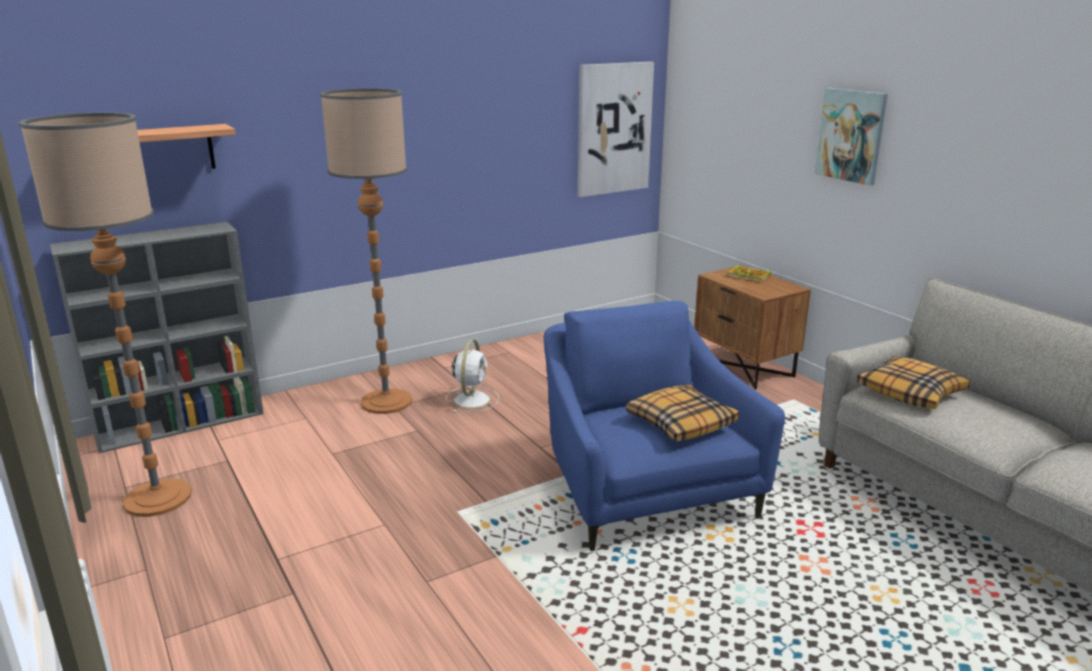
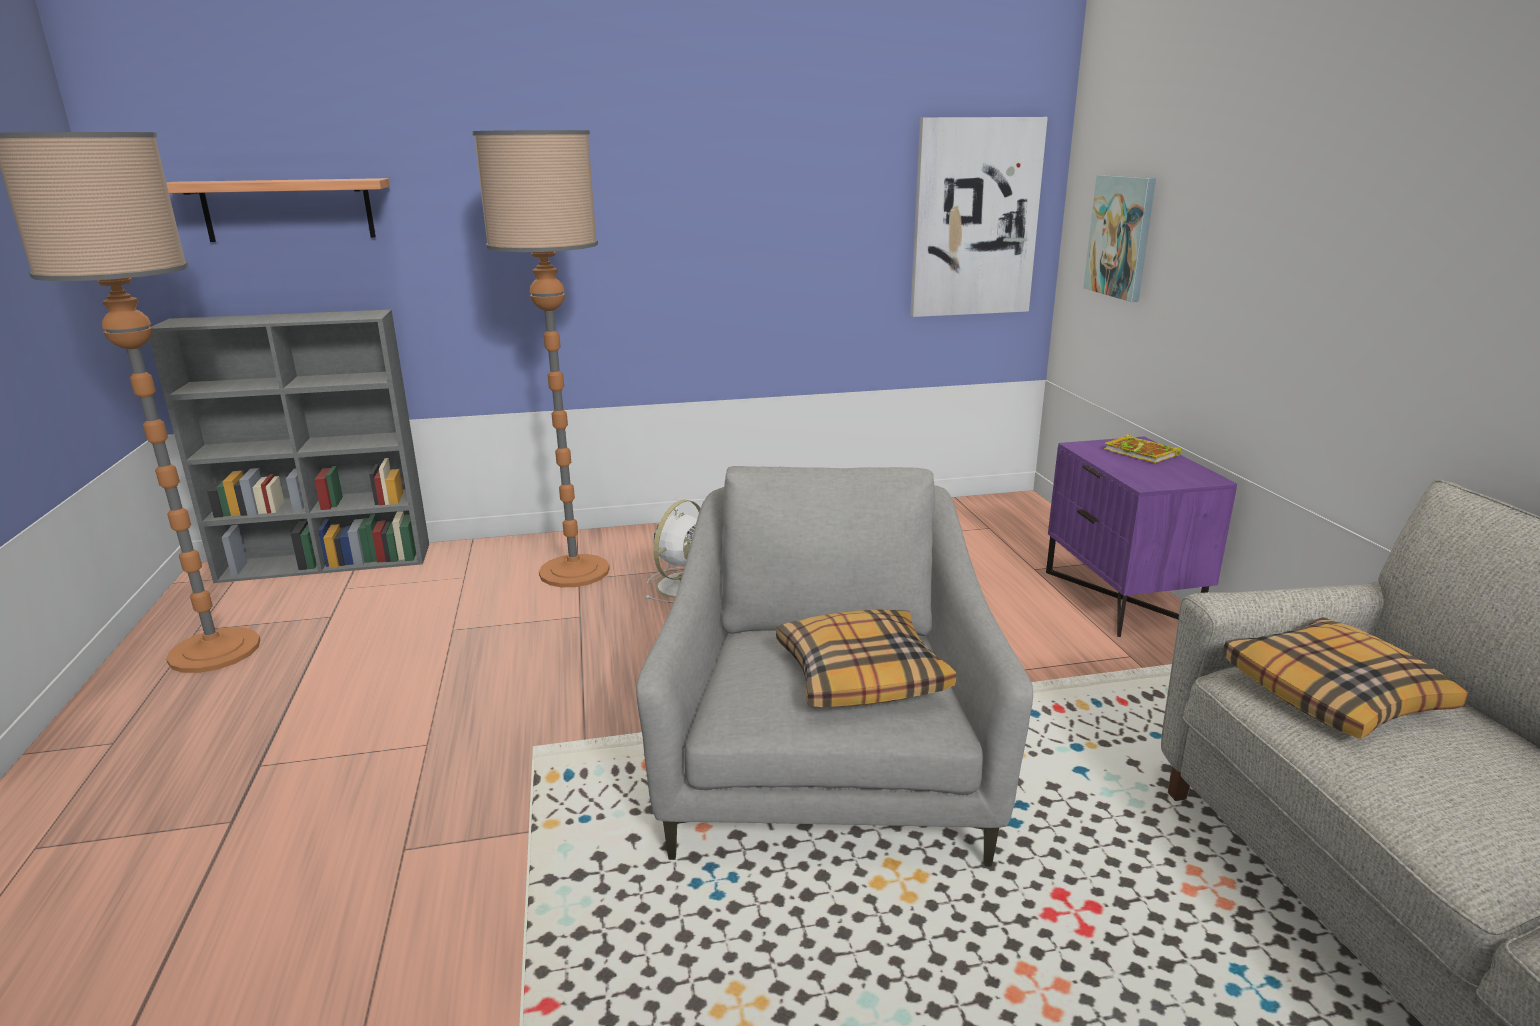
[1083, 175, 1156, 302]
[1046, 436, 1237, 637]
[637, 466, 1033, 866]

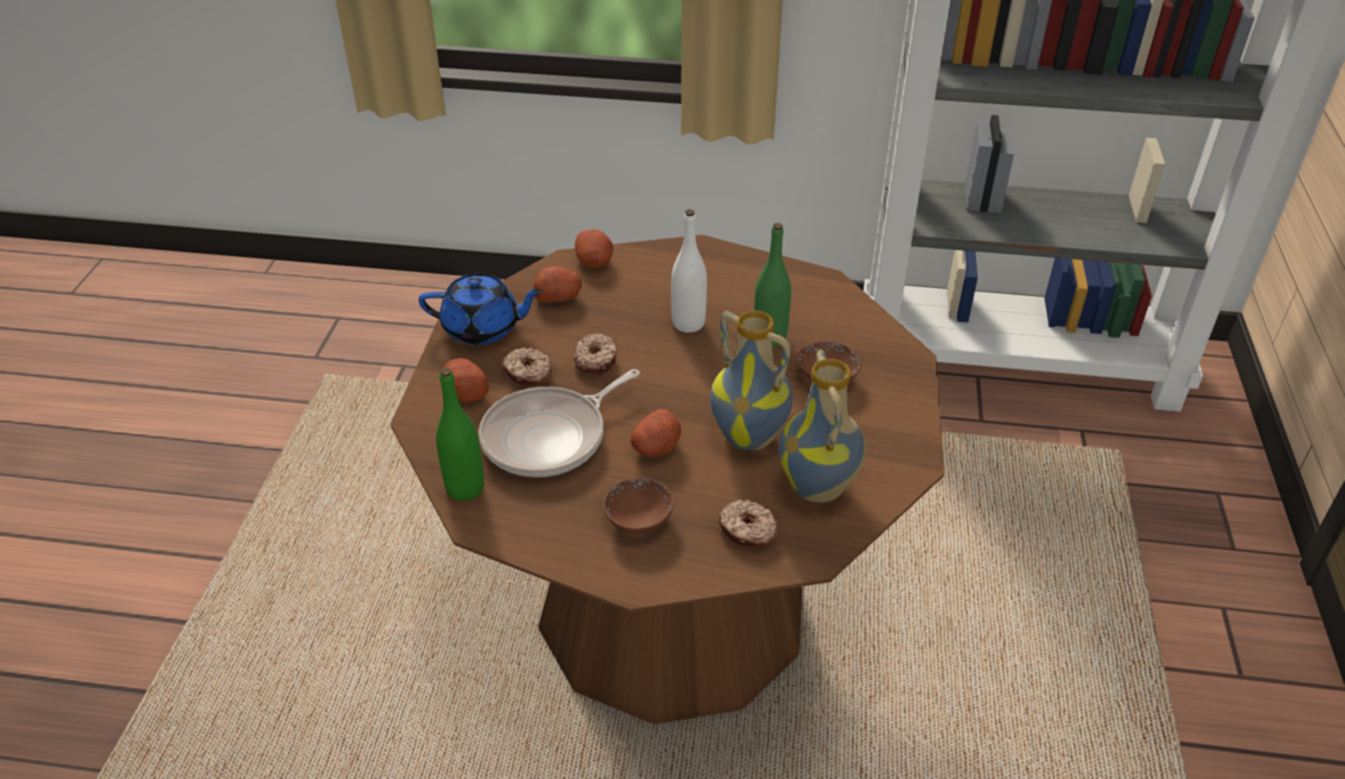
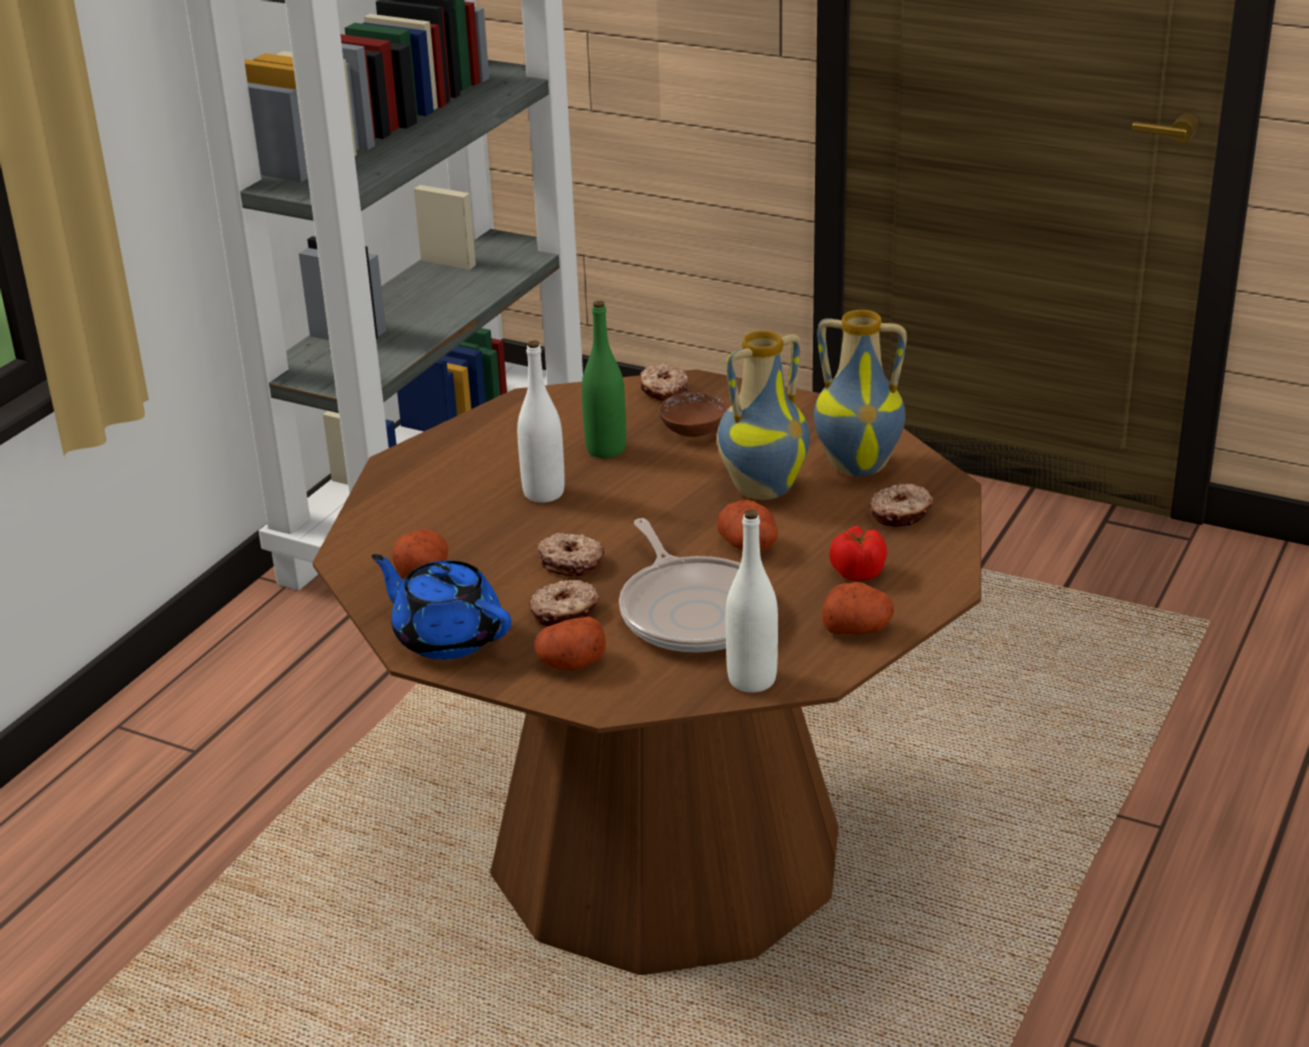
[822, 582, 894, 635]
[372, 554, 511, 660]
[726, 509, 778, 693]
[829, 525, 887, 581]
[640, 363, 689, 401]

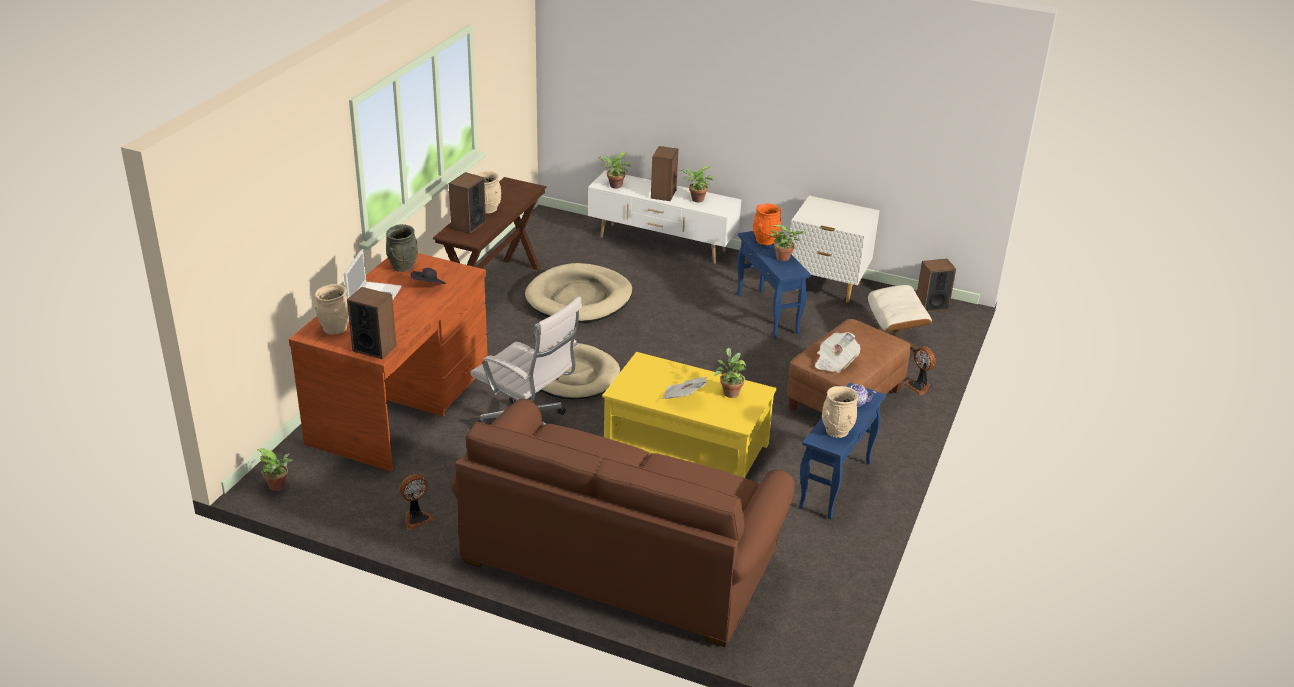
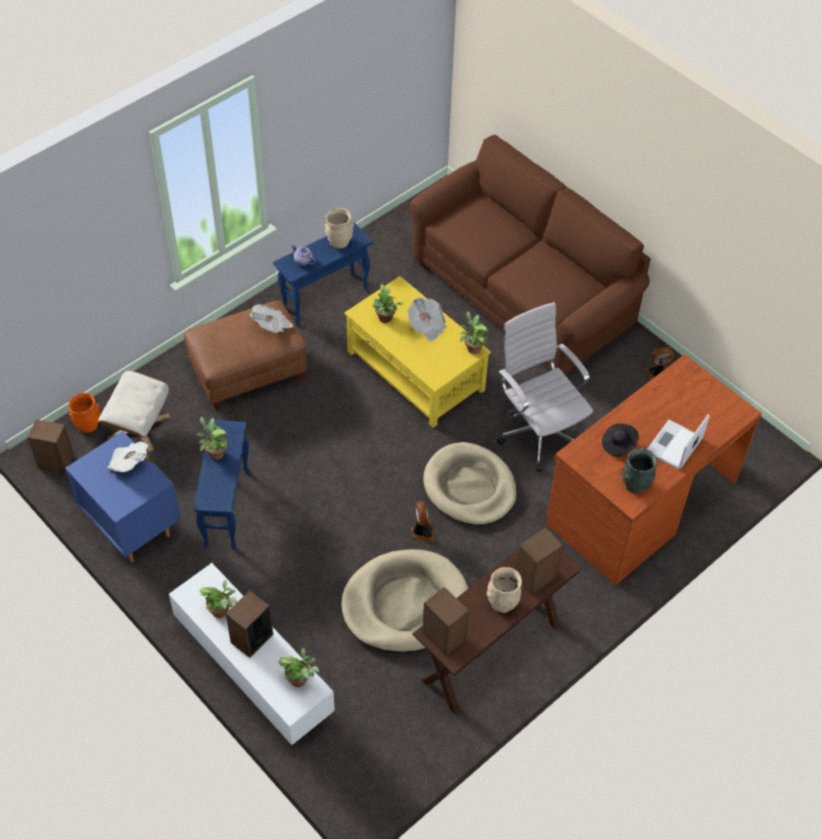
[65, 431, 181, 563]
[68, 393, 100, 433]
[315, 284, 349, 335] (first image)
[422, 587, 469, 656]
[411, 501, 435, 542]
[460, 311, 488, 354]
[107, 441, 148, 472]

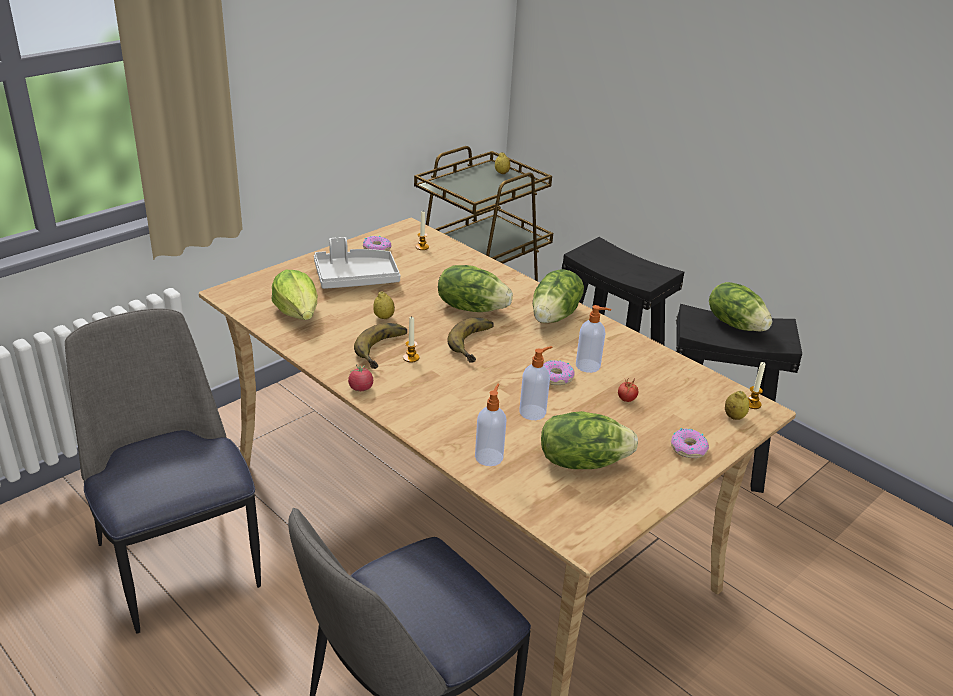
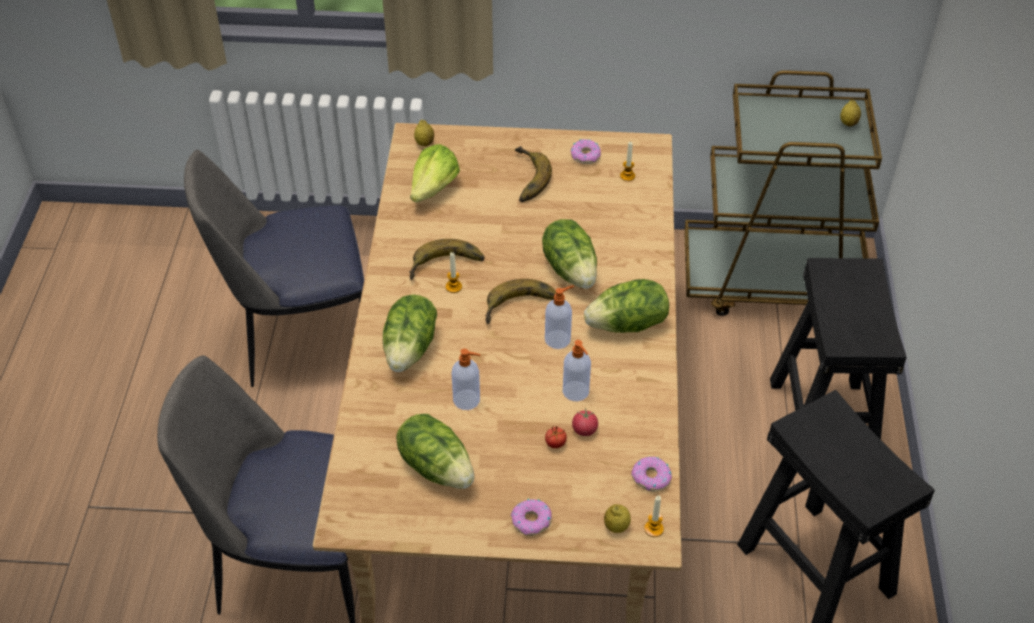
[515, 146, 552, 202]
[383, 294, 437, 372]
[414, 120, 434, 146]
[184, 150, 364, 387]
[631, 457, 672, 492]
[572, 408, 598, 436]
[545, 286, 574, 349]

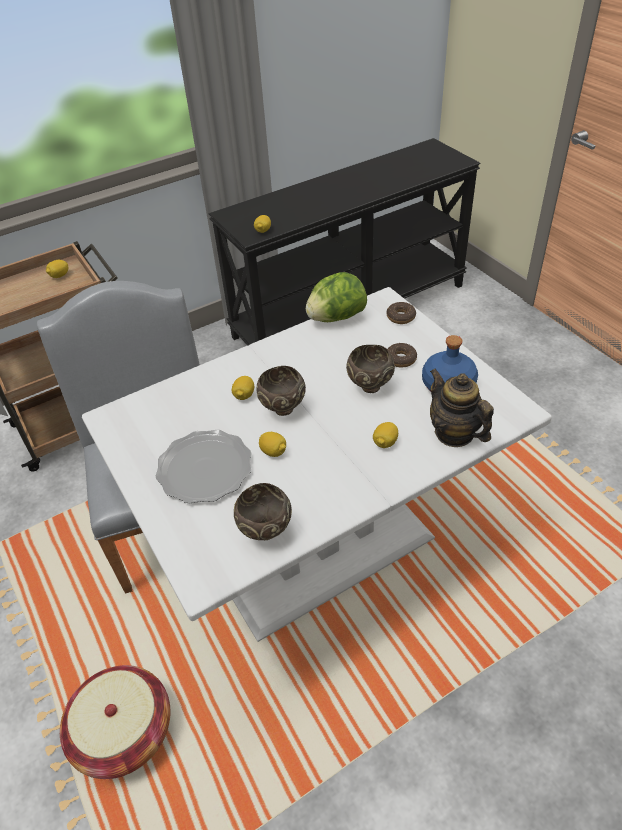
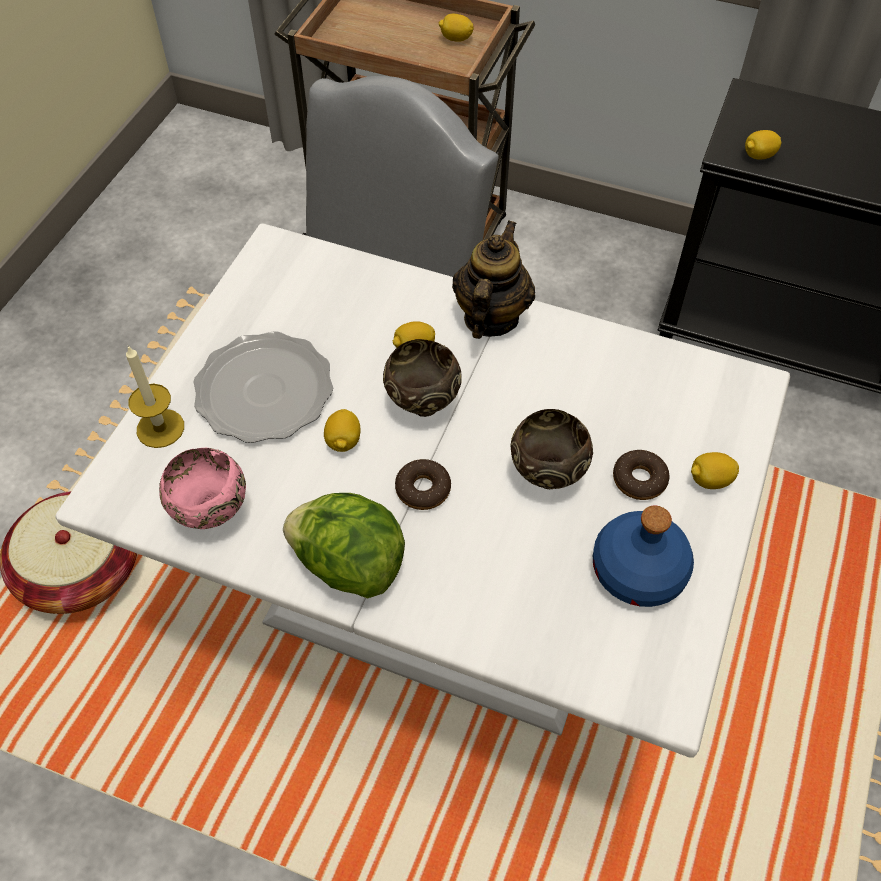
[283, 493, 405, 599]
[395, 459, 451, 510]
[452, 220, 535, 339]
[691, 452, 739, 489]
[159, 448, 246, 529]
[126, 346, 184, 448]

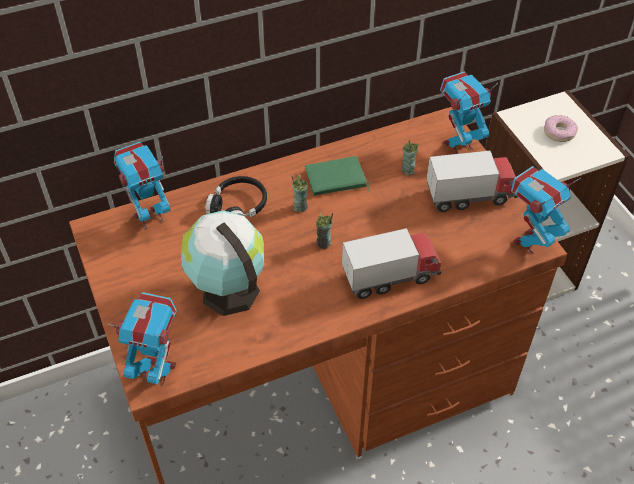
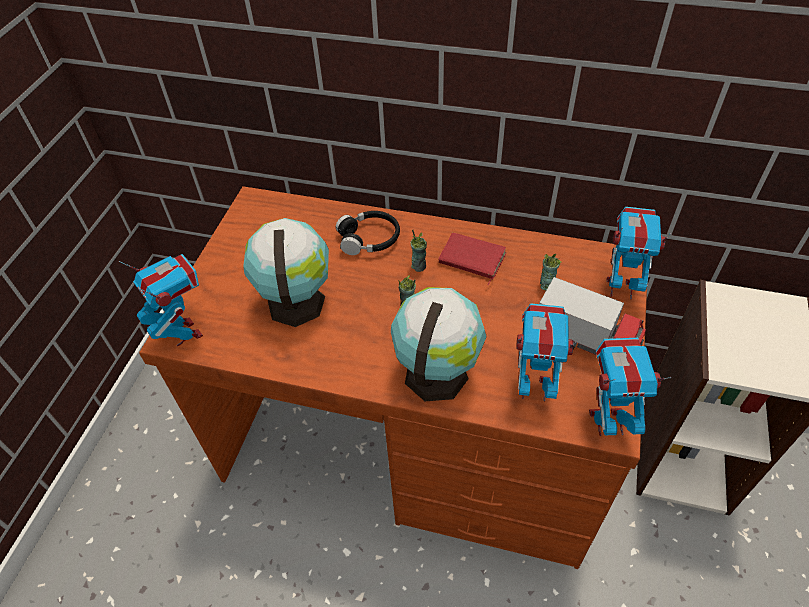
[544, 115, 578, 142] (first image)
[516, 303, 576, 401]
[438, 233, 506, 285]
[391, 287, 487, 401]

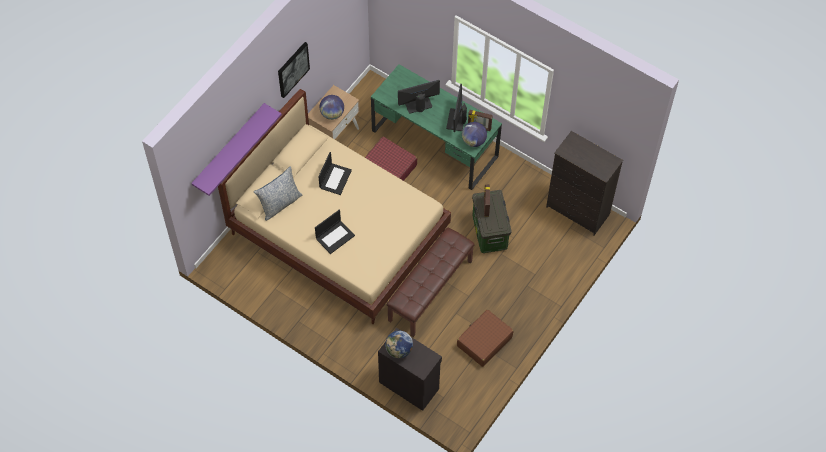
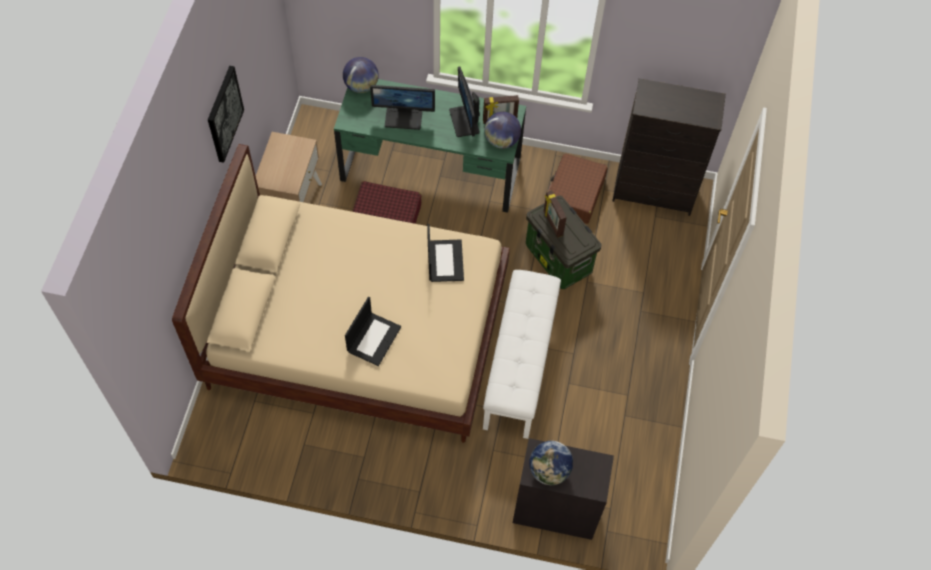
[370, 85, 435, 130]
[343, 57, 379, 93]
[191, 103, 282, 196] (first image)
[427, 224, 464, 282]
[254, 166, 302, 221] (first image)
[483, 270, 561, 439]
[548, 153, 608, 224]

